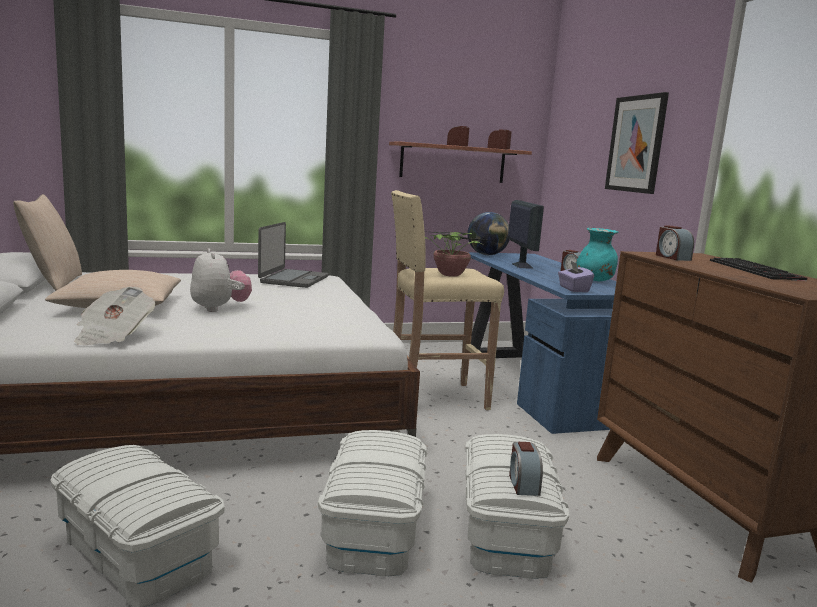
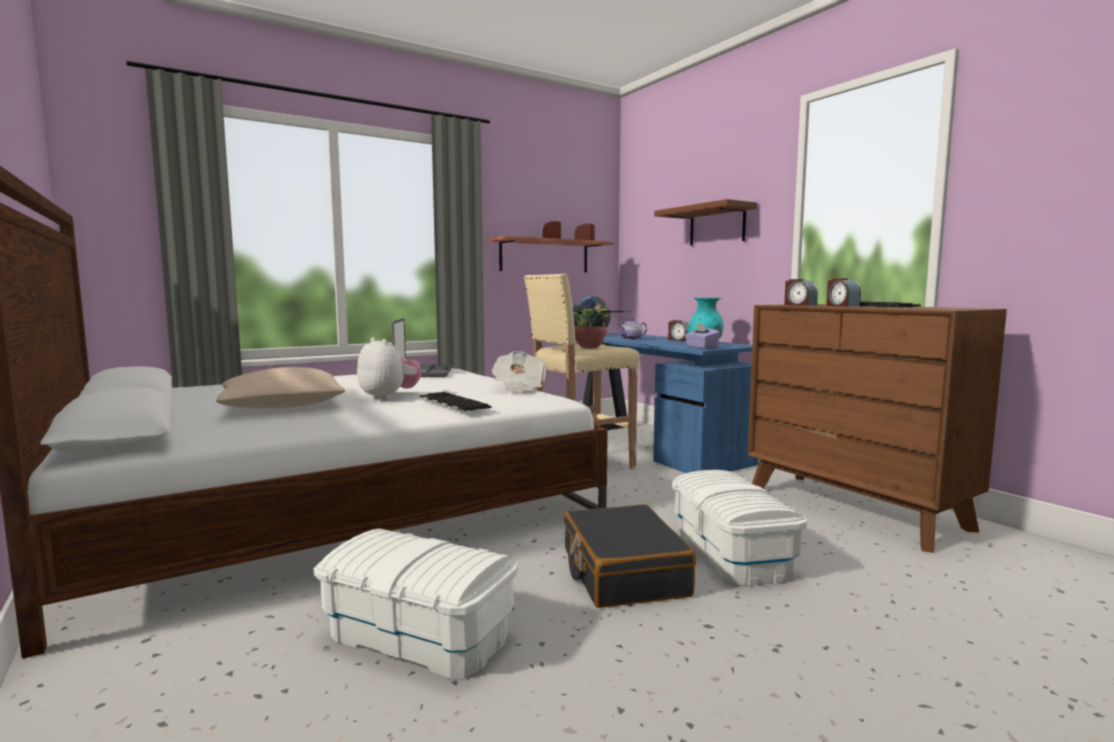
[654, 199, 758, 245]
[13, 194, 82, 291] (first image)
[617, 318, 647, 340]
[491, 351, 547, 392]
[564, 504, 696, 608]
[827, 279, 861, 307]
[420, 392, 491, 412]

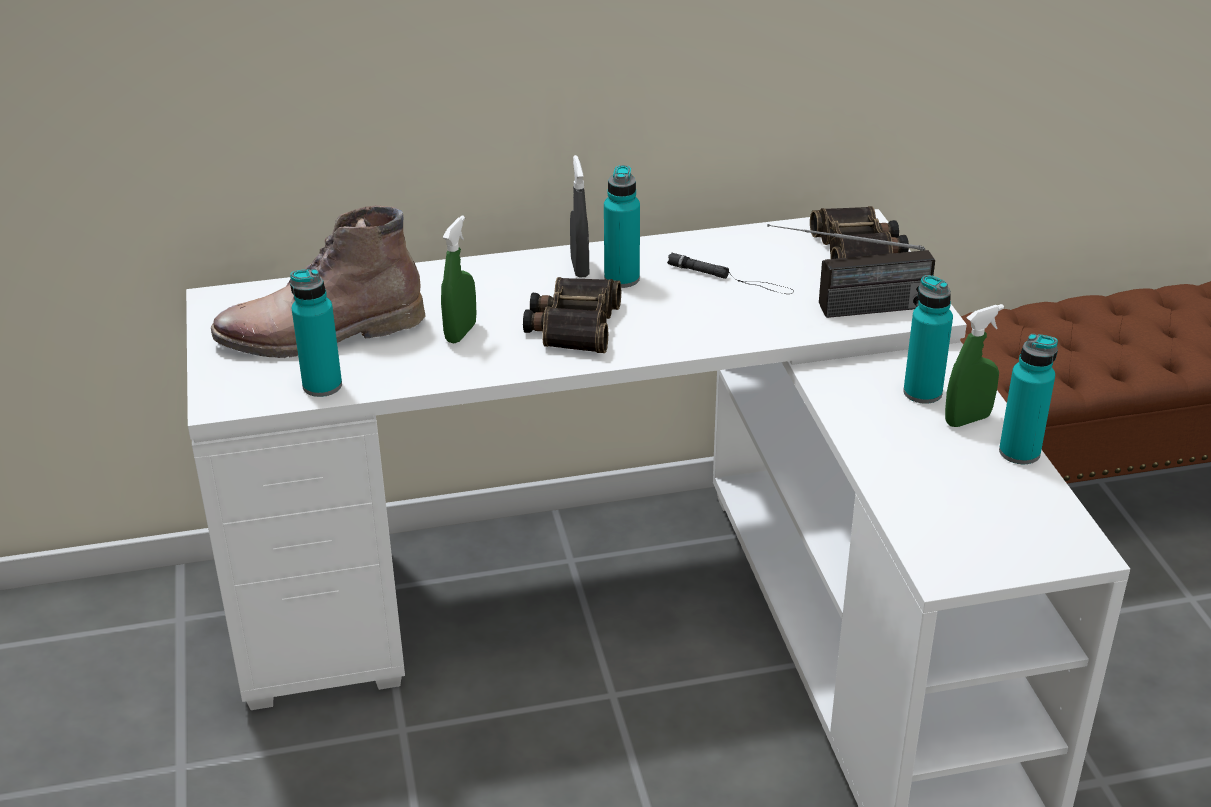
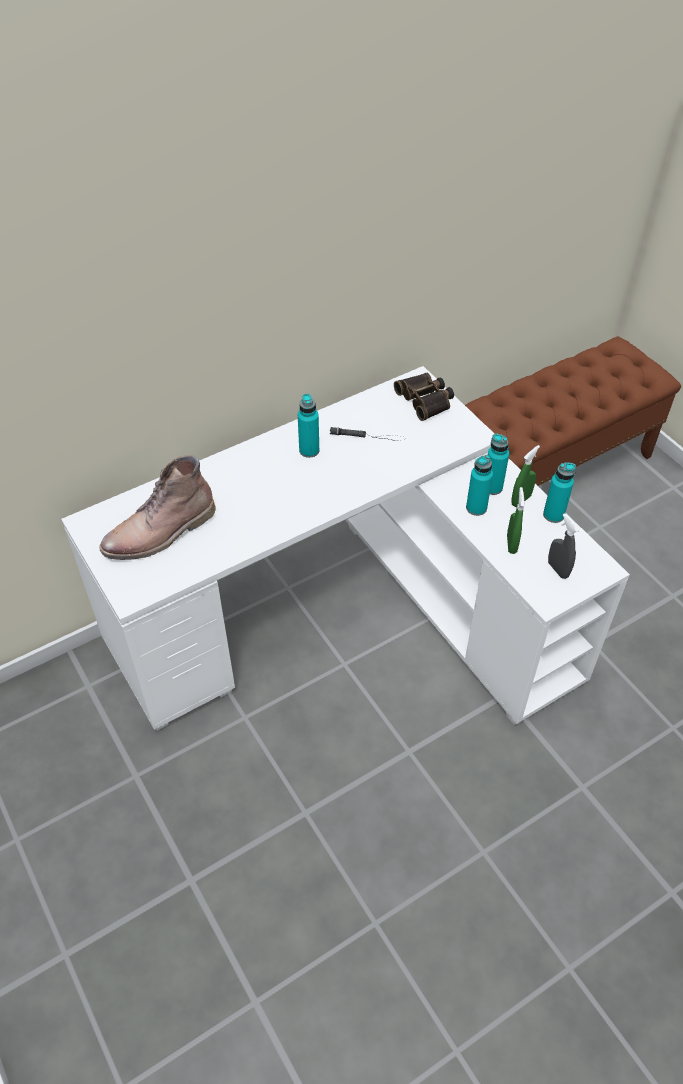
[548, 513, 579, 579]
[507, 487, 525, 554]
[767, 224, 935, 318] (first image)
[466, 455, 493, 516]
[523, 277, 621, 353] (first image)

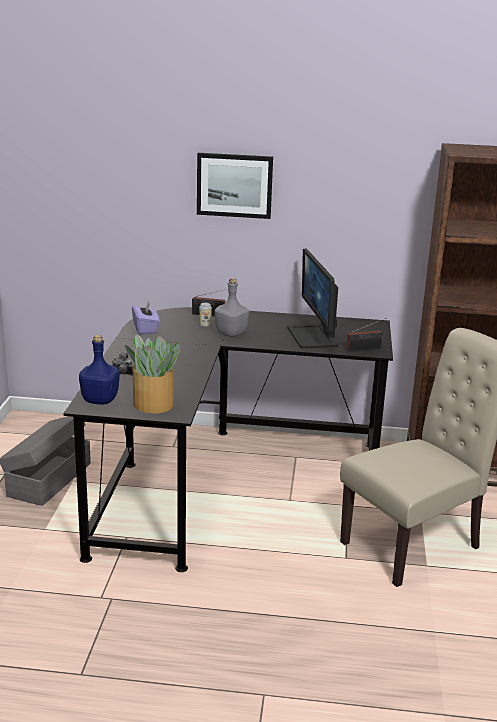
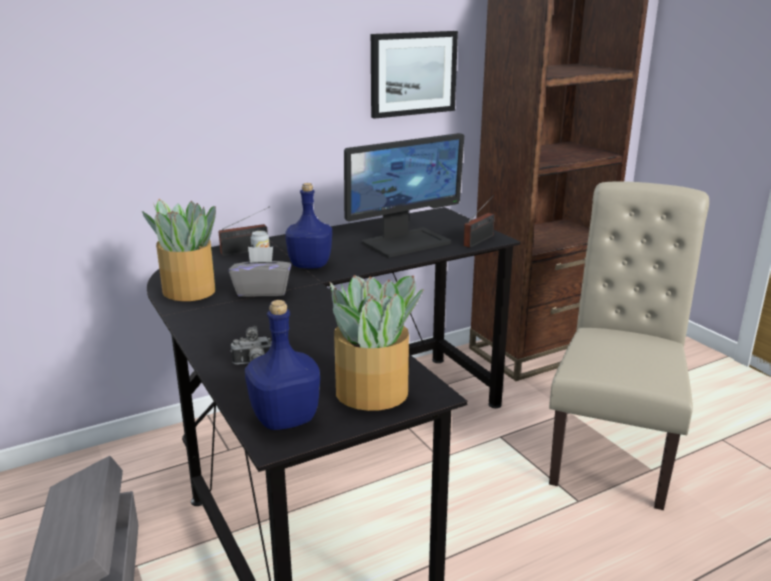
[371, 31, 458, 119]
[344, 133, 464, 257]
[285, 183, 332, 269]
[142, 199, 216, 301]
[229, 247, 291, 297]

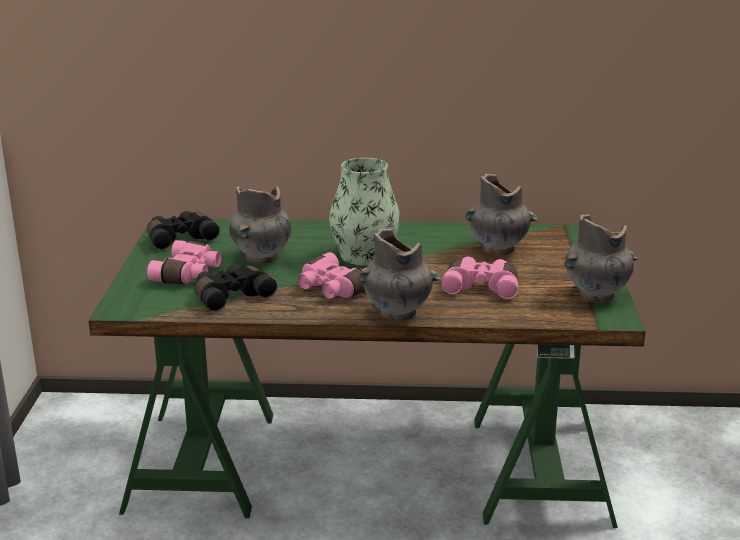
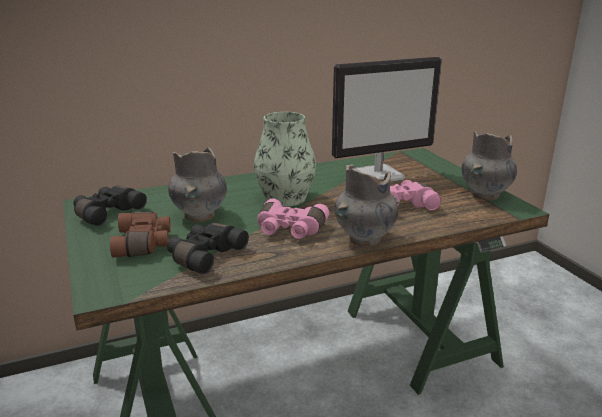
[332, 57, 442, 182]
[110, 211, 171, 257]

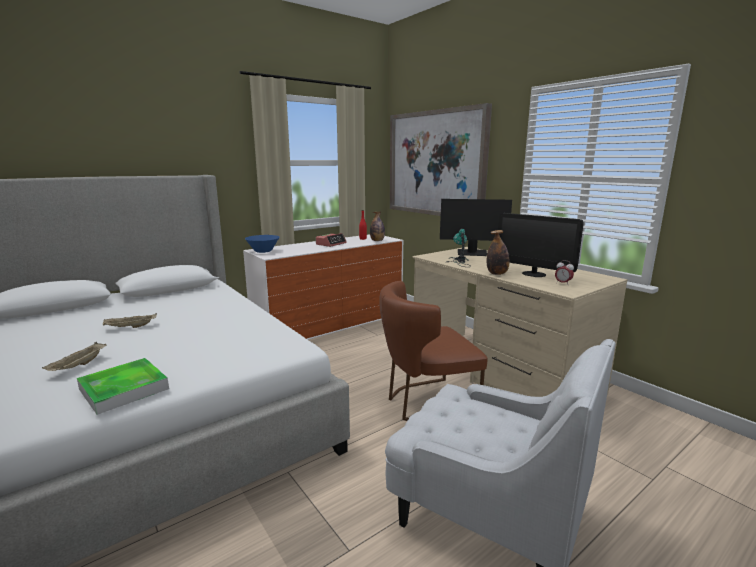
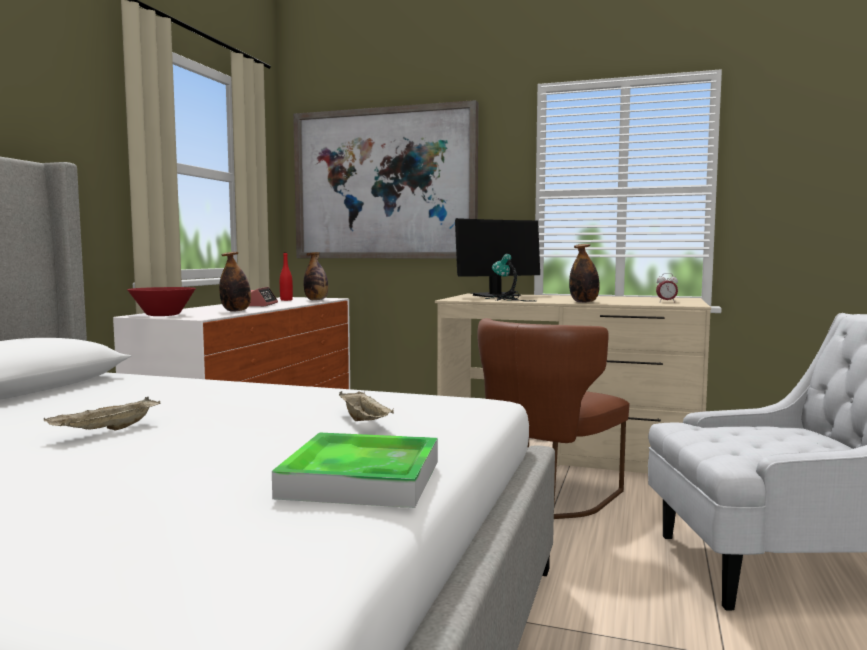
[498, 213, 584, 277] (first image)
[127, 287, 196, 316]
[339, 391, 394, 421]
[219, 252, 251, 312]

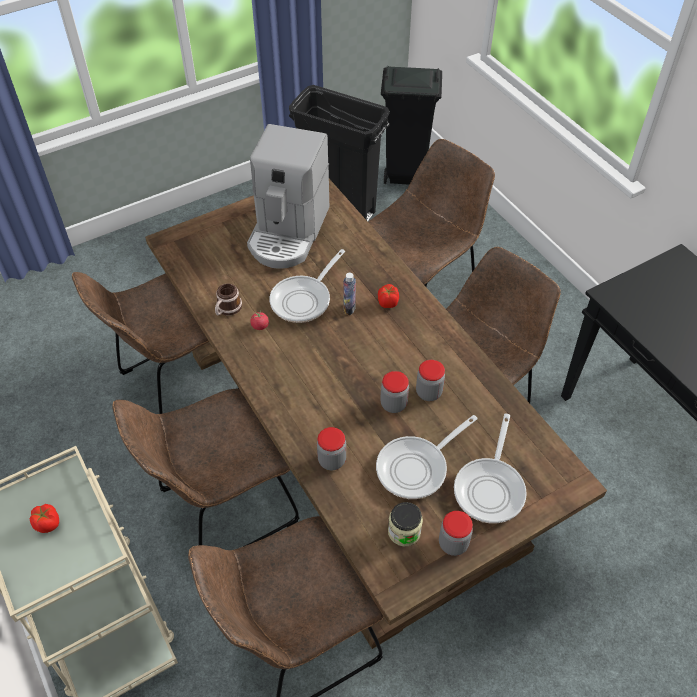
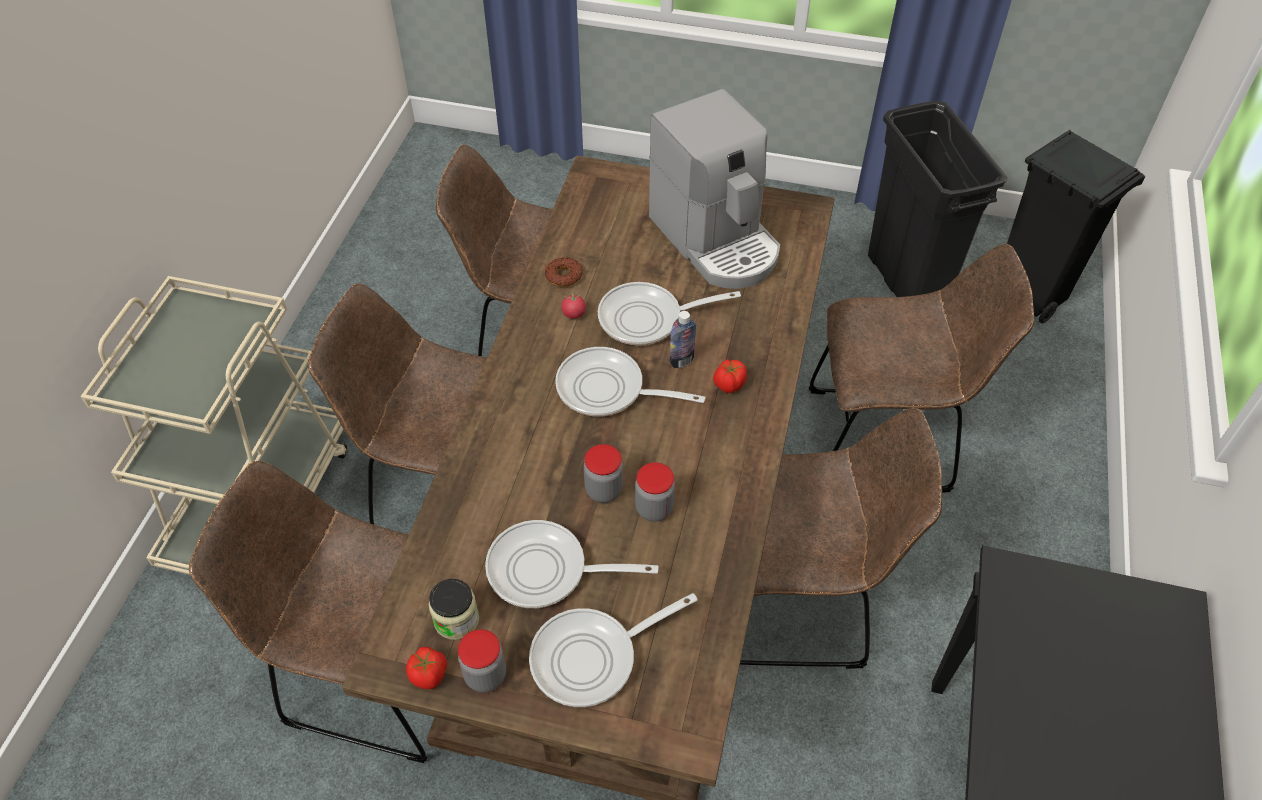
[649, 89, 780, 289]
[545, 257, 583, 287]
[317, 427, 346, 470] (first image)
[406, 647, 447, 689]
[555, 347, 706, 417]

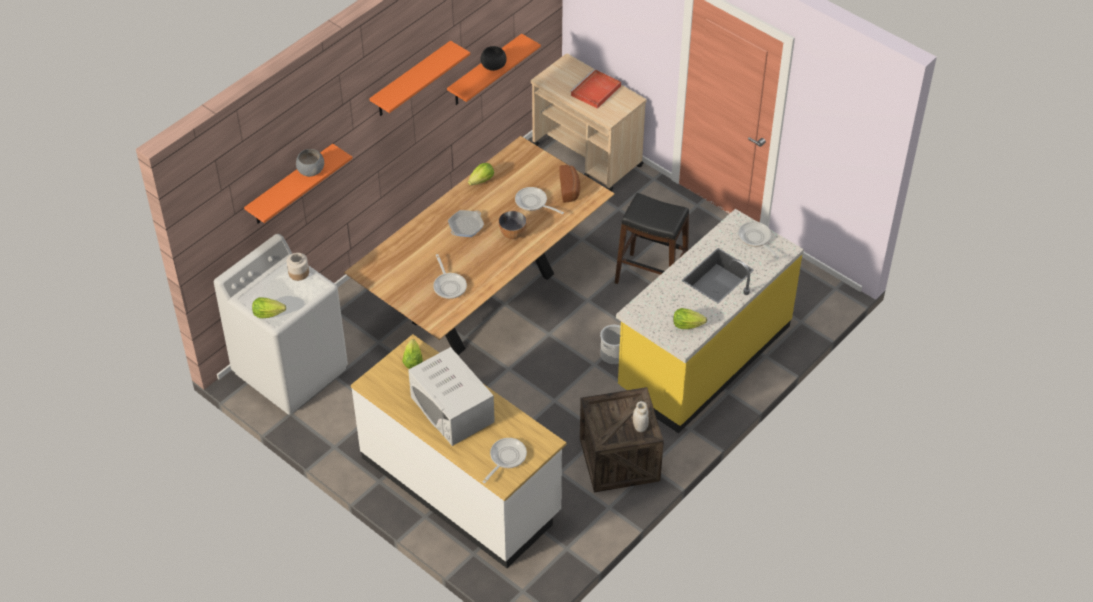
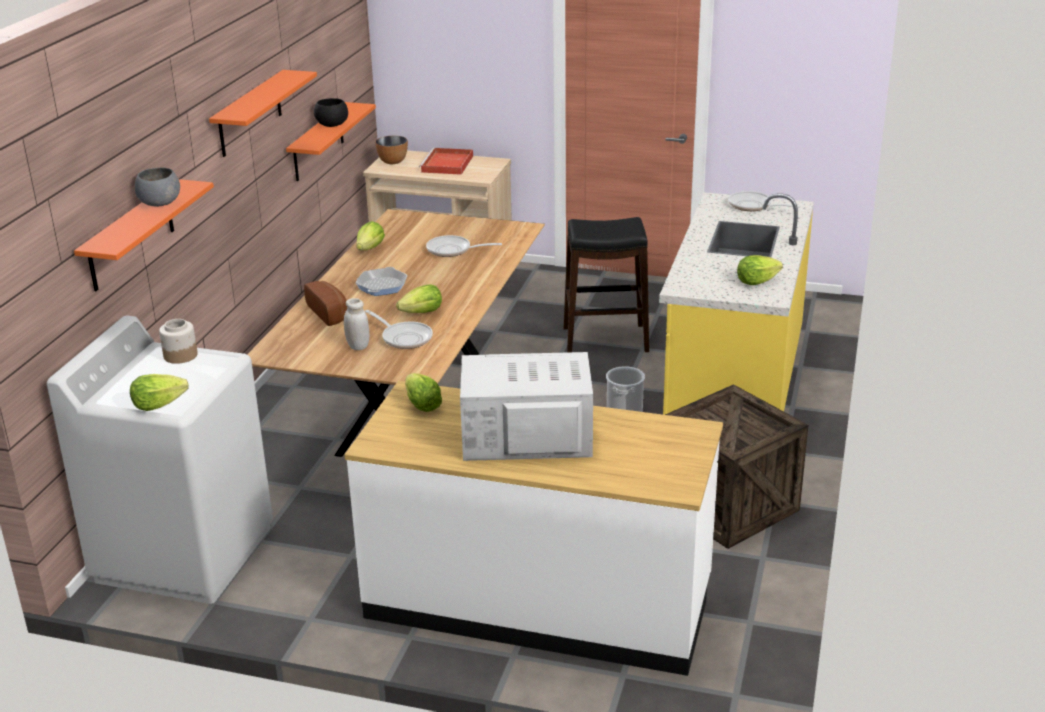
[304, 281, 347, 326]
[375, 136, 408, 164]
[460, 352, 593, 461]
[344, 298, 370, 350]
[482, 438, 527, 483] (first image)
[396, 284, 442, 313]

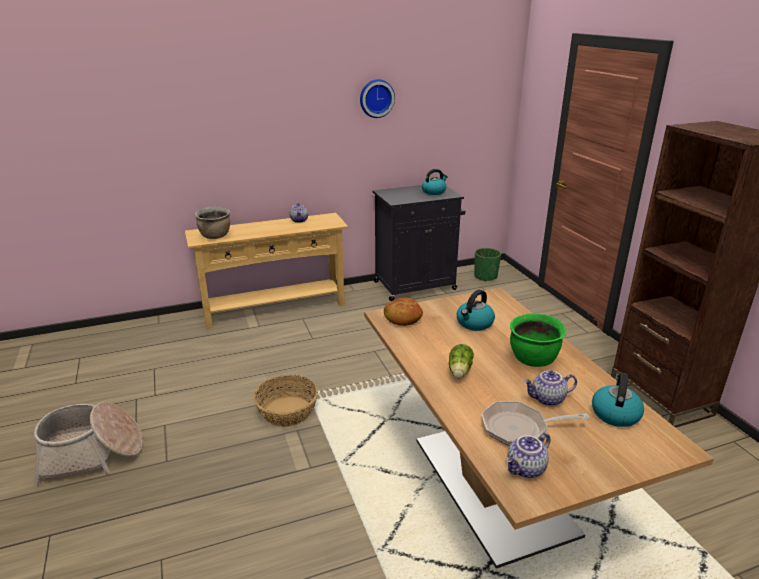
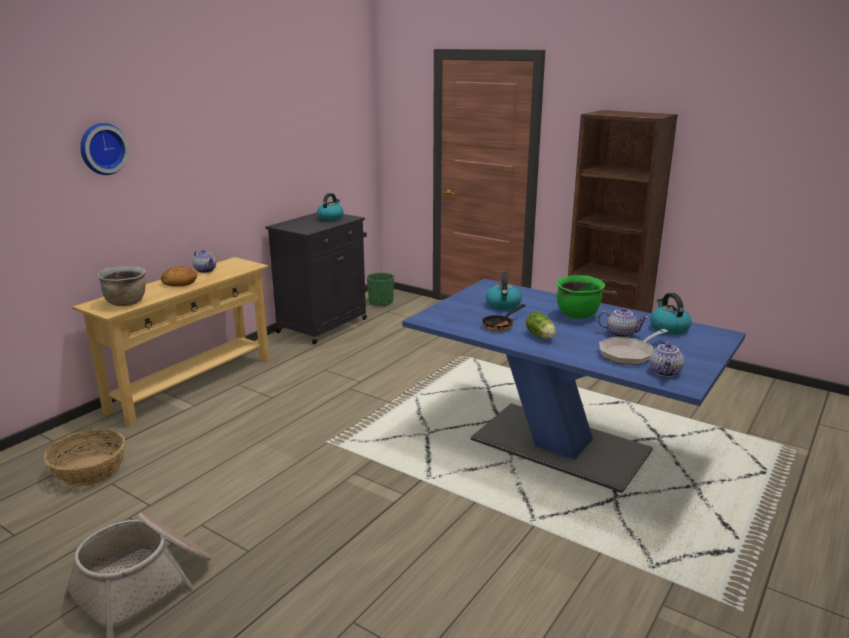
[80, 123, 129, 175]
[402, 279, 746, 493]
[161, 266, 197, 287]
[598, 307, 649, 338]
[44, 429, 125, 487]
[482, 304, 526, 331]

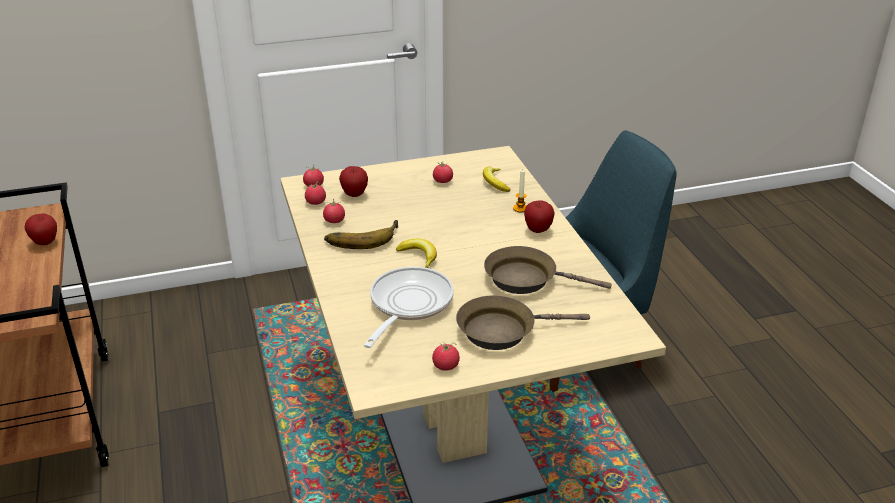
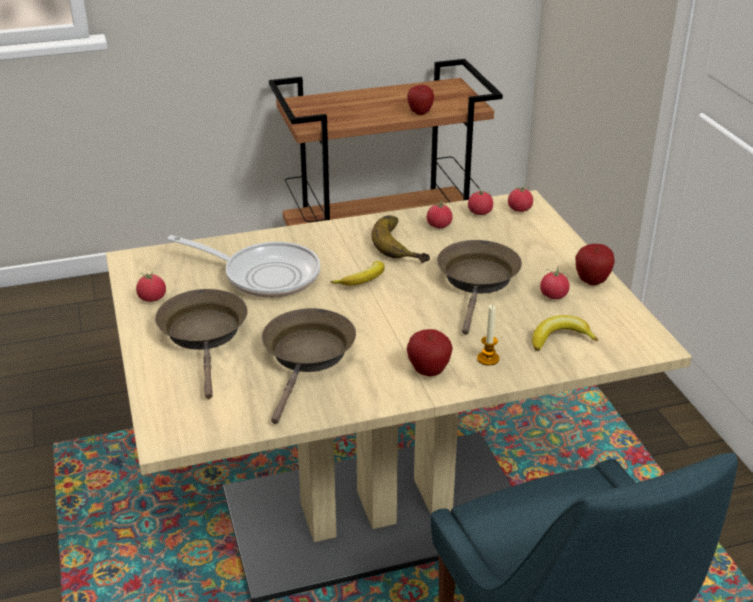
[576, 244, 615, 285]
[437, 240, 522, 335]

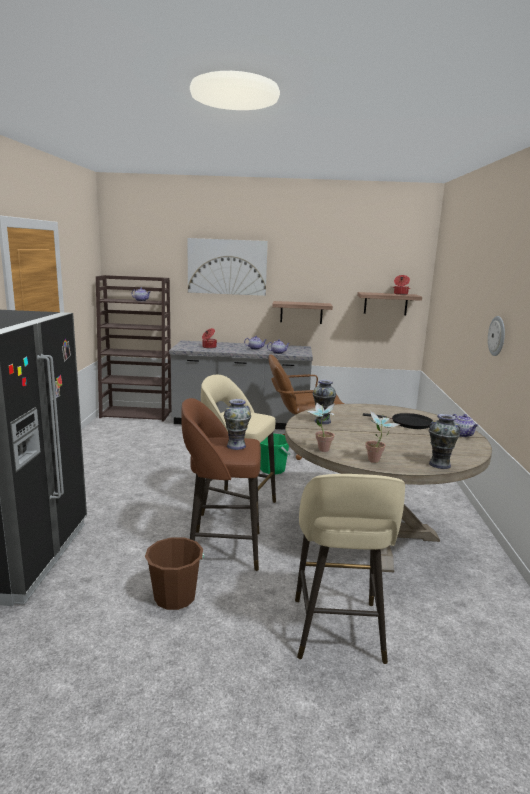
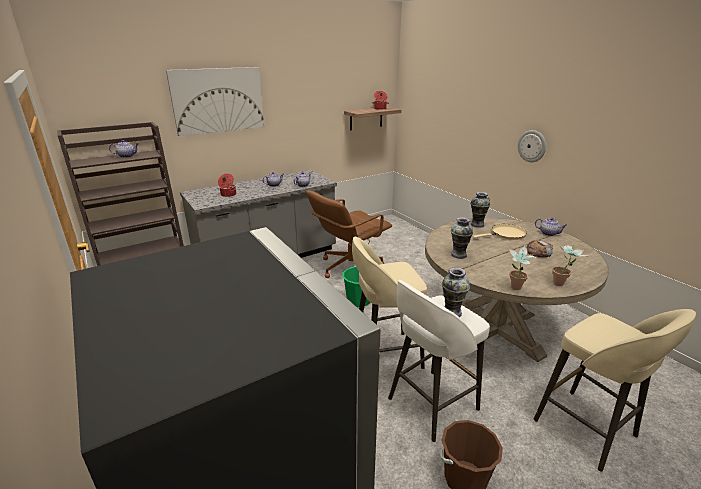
[272, 301, 333, 324] (first image)
[388, 280, 490, 442]
[473, 224, 527, 240]
[470, 192, 490, 228]
[527, 240, 553, 257]

